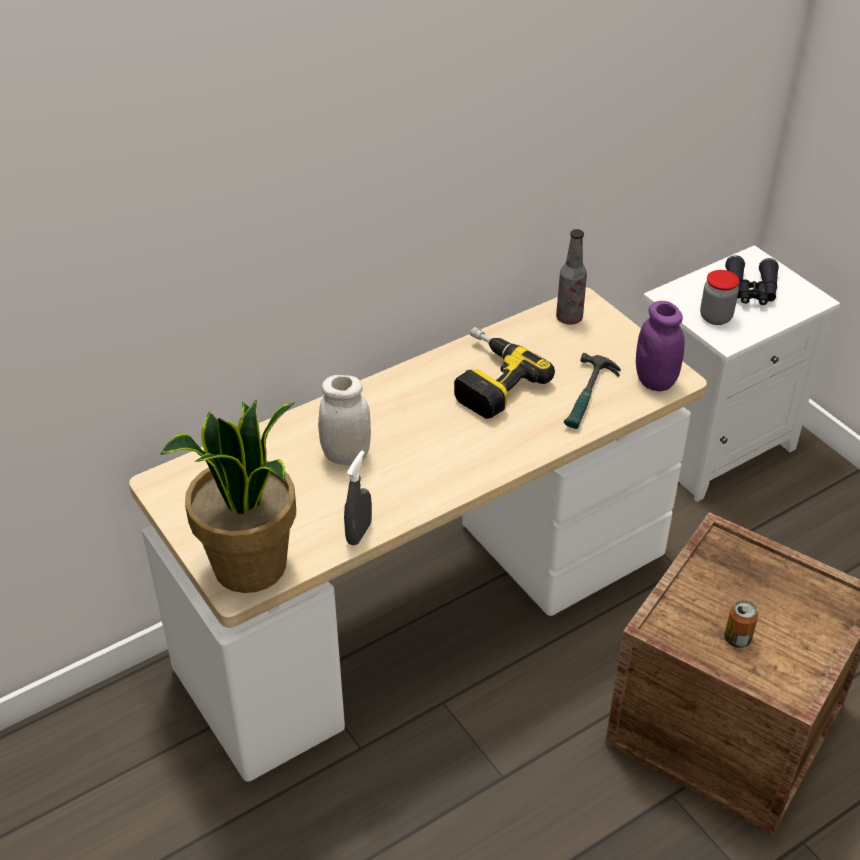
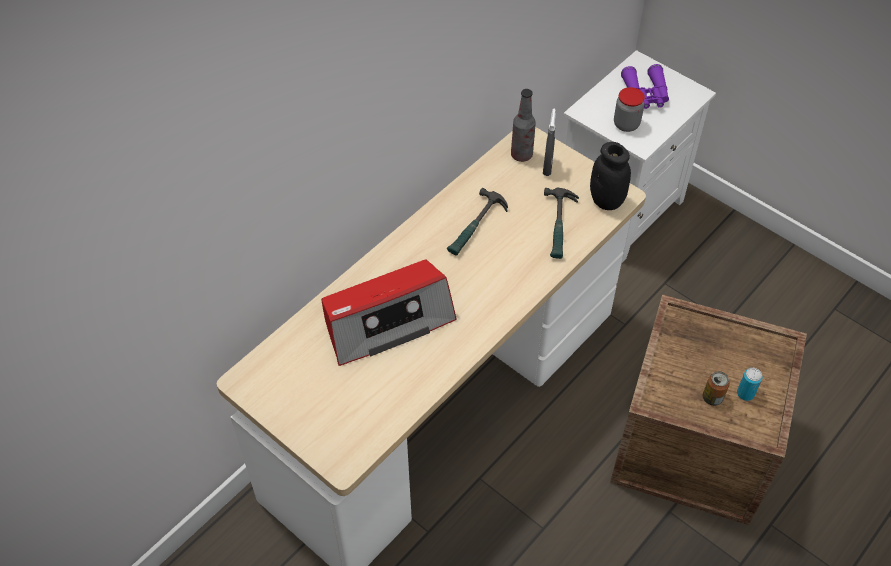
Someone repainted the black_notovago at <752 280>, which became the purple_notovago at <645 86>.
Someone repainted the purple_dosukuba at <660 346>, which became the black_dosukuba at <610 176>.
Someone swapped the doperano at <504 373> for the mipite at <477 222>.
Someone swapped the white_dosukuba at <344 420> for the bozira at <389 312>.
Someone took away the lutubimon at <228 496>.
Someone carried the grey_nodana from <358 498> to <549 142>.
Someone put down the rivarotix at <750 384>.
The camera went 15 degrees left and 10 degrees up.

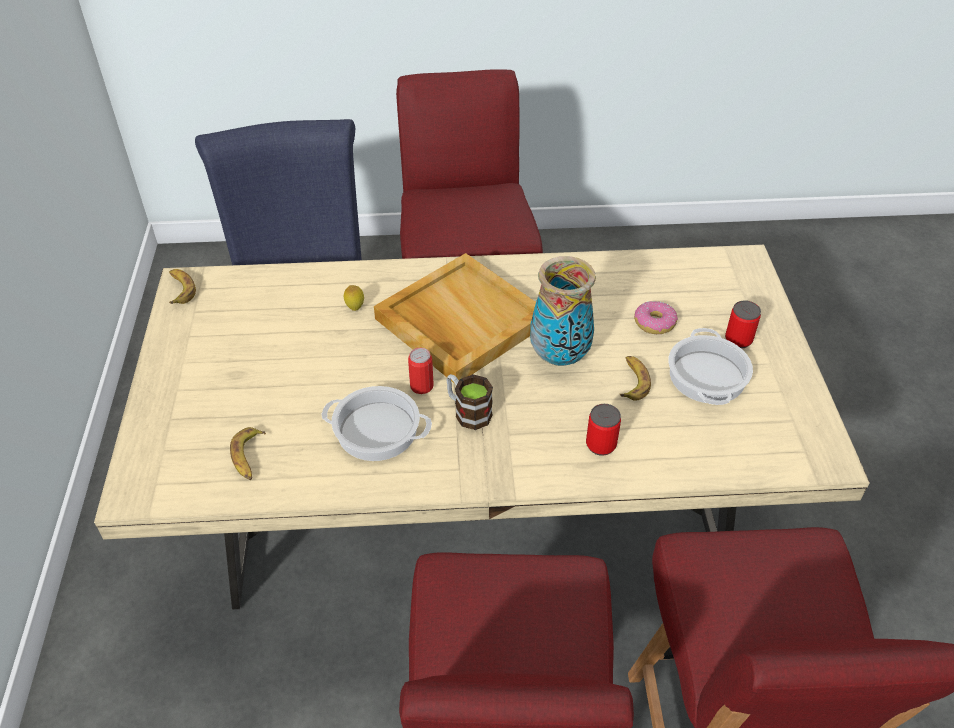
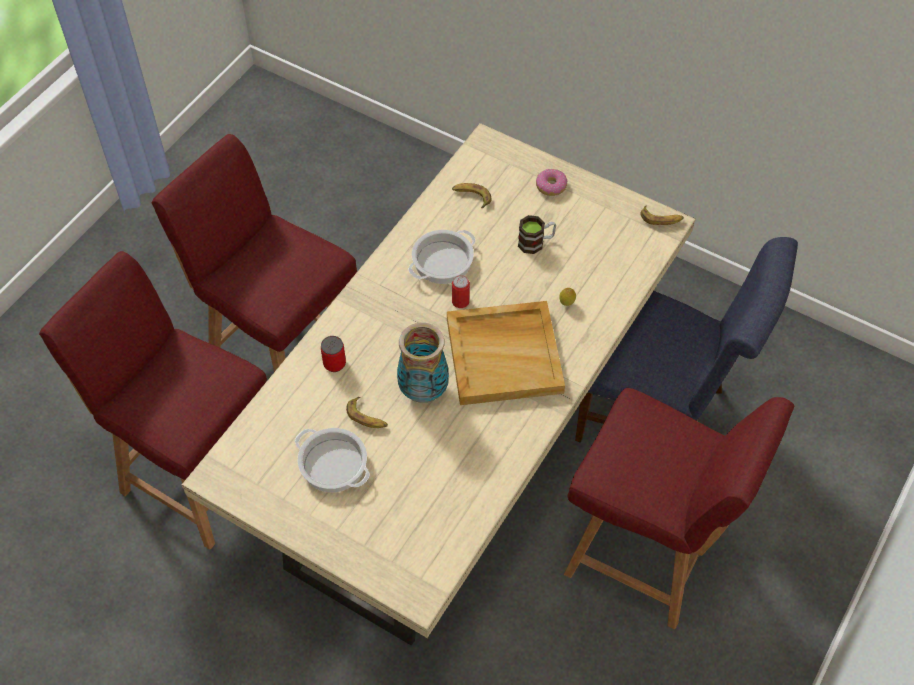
Someone took away the rivarotix at <743 324>.
Someone carried the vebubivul from <656 317> to <551 182>.
Someone carried the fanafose from <469 402> to <537 234>.
The camera went 125 degrees right and 10 degrees up.

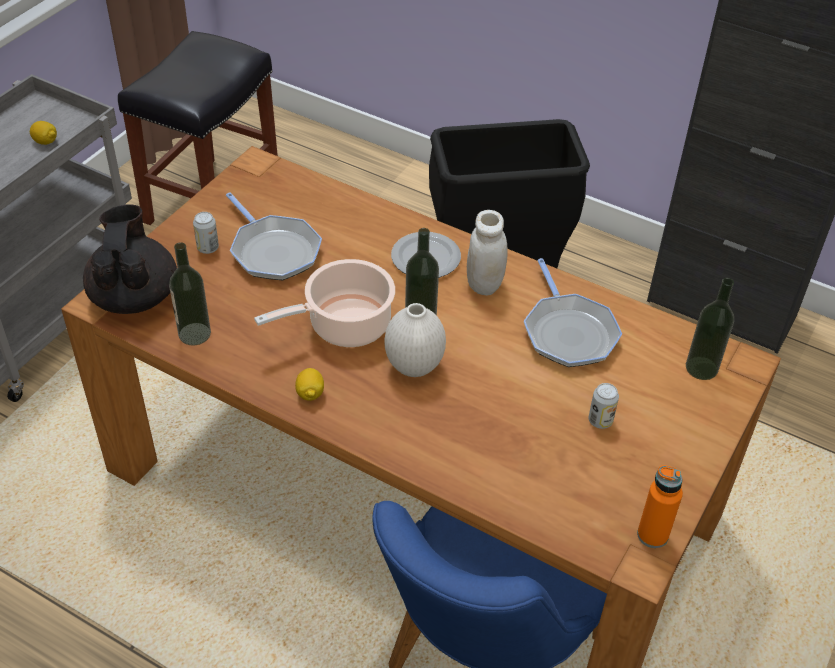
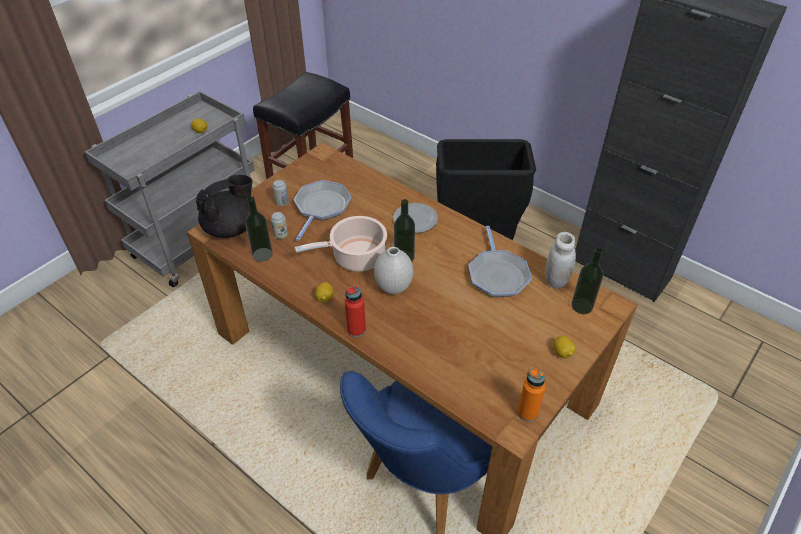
Someone rotated the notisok at <274 236> by 135 degrees counterclockwise.
Someone rotated the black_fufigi at <130 259> by 45 degrees clockwise.
Someone carried the white_dosukuba from <487 253> to <560 260>.
Someone carried the rivarotix from <604 406> to <279 225>.
Someone put down the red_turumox at <355 311>.
Someone put down the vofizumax at <564 347>.
The camera went 10 degrees right and 0 degrees up.

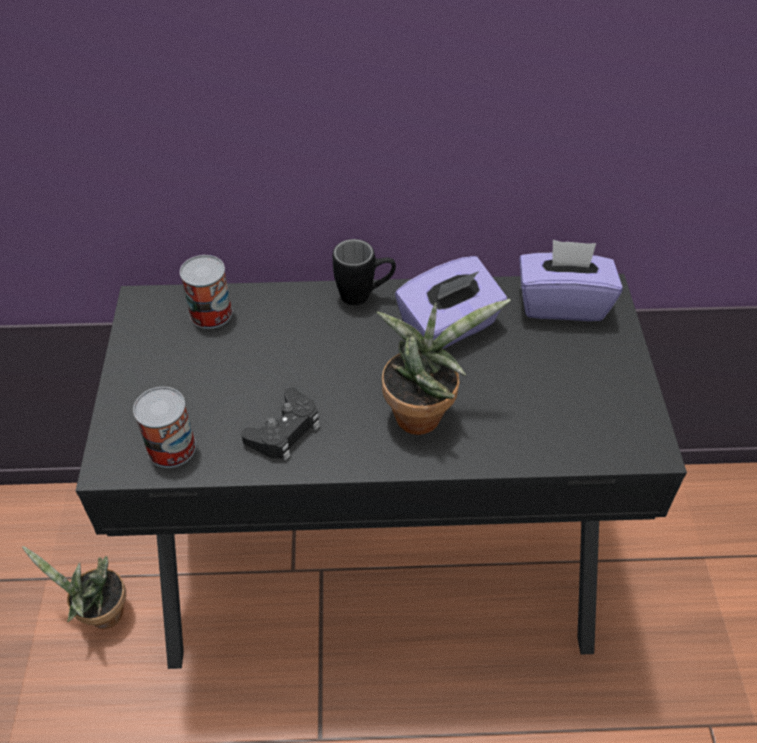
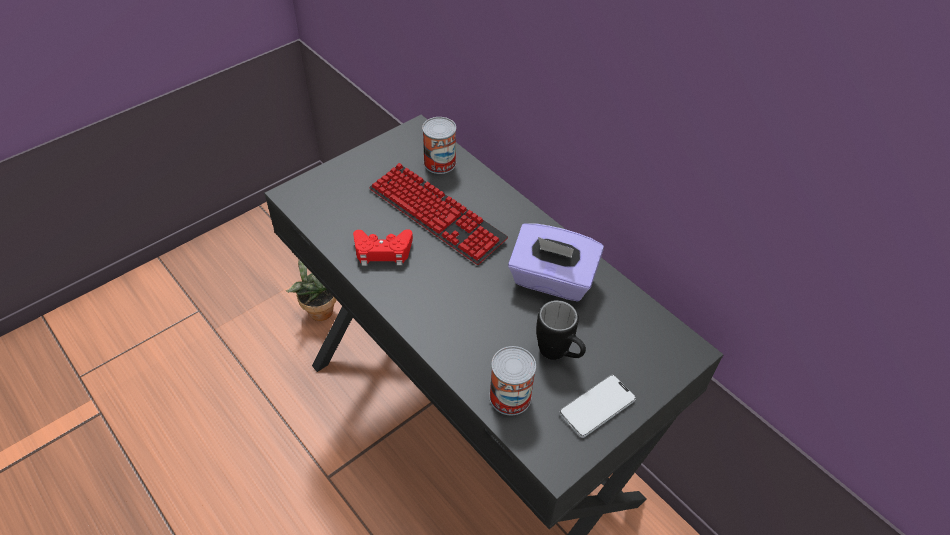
Someone carried the black_fanafose from <364 272> to <561 330>.
Someone took away the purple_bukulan at <571 280>.
Someone took away the lutubimon at <443 367>.
Someone carried the rivarotix from <164 427> to <512 380>.
Someone repainted the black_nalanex at <280 424>, which became the red_nalanex at <383 247>.
Someone put down the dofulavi at <438 214>.
Someone put down the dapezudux at <597 406>.
The camera went 50 degrees right and 0 degrees up.

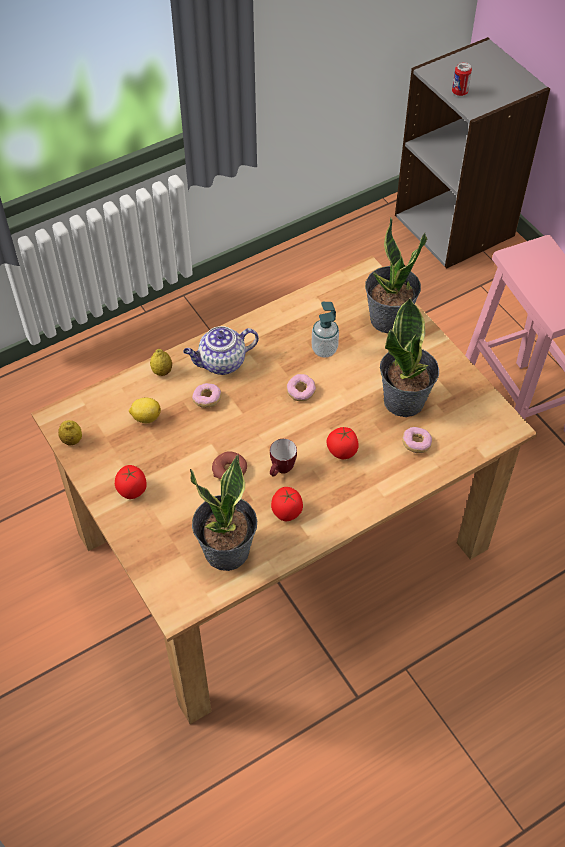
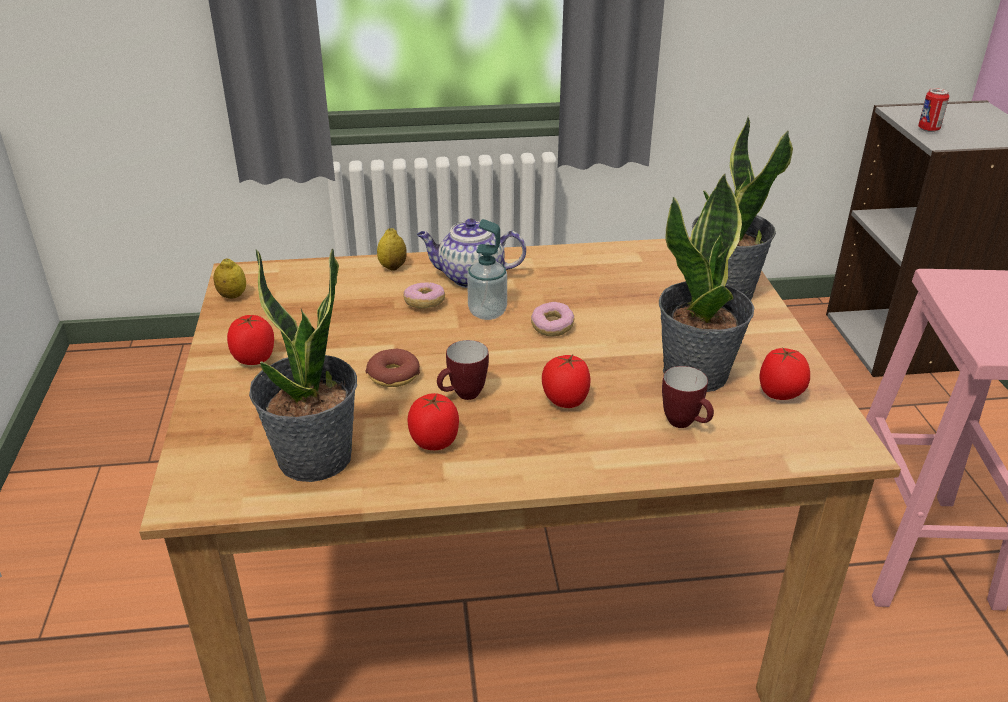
Someone carried the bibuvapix from <325 330> to <487 269>.
Someone took away the vofizumax at <145 410>.
Someone swapped the vebubivul at <417 440> for the fanafose at <688 397>.
Someone put down the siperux at <784 373>.
The camera went 25 degrees right and 20 degrees down.

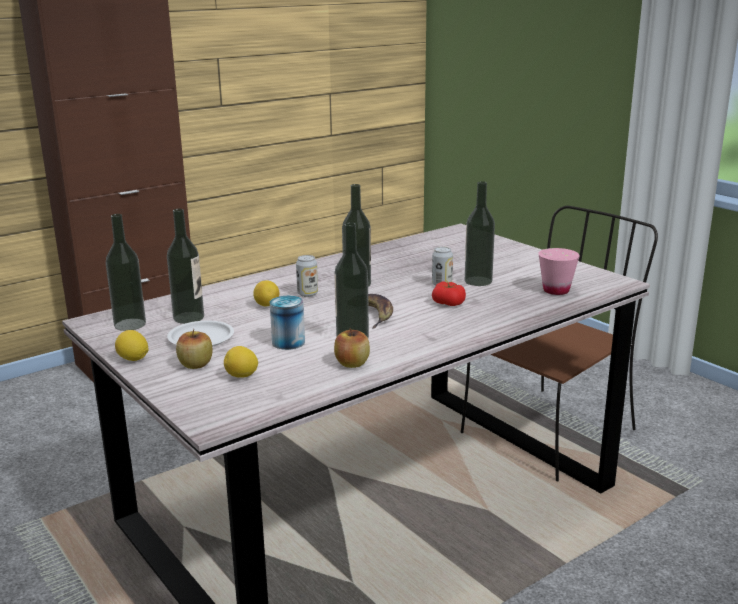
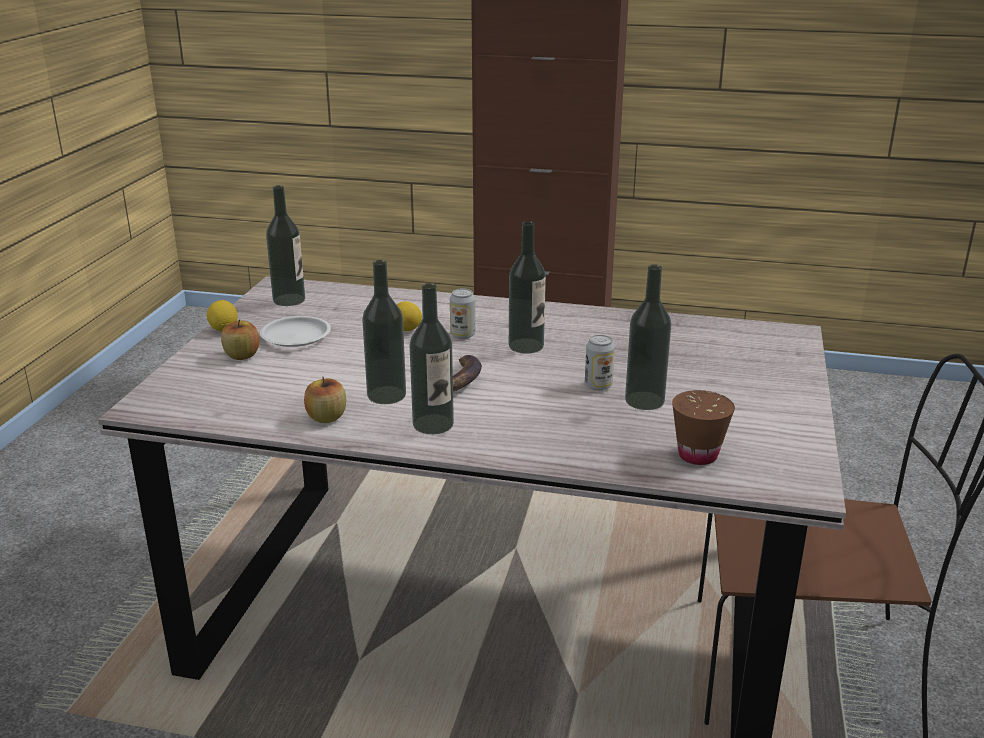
Someone carried the turumox from <185 266> to <432 358>.
Someone repainted the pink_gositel at <559 271>, which became the brown_gositel at <703 427>.
Someone took away the siperux at <449 293>.
Someone took away the rivarotix at <287 323>.
Someone took away the vofizumax at <241 362>.
The camera went 50 degrees right and 5 degrees up.

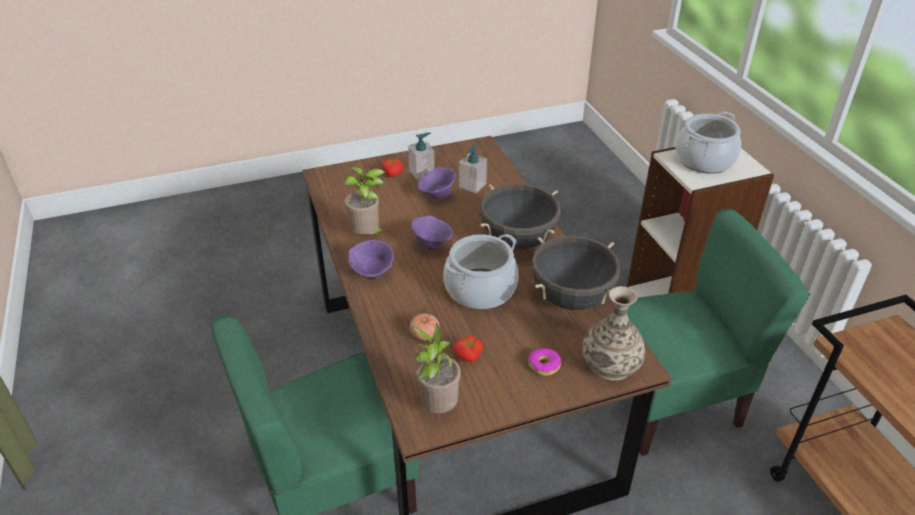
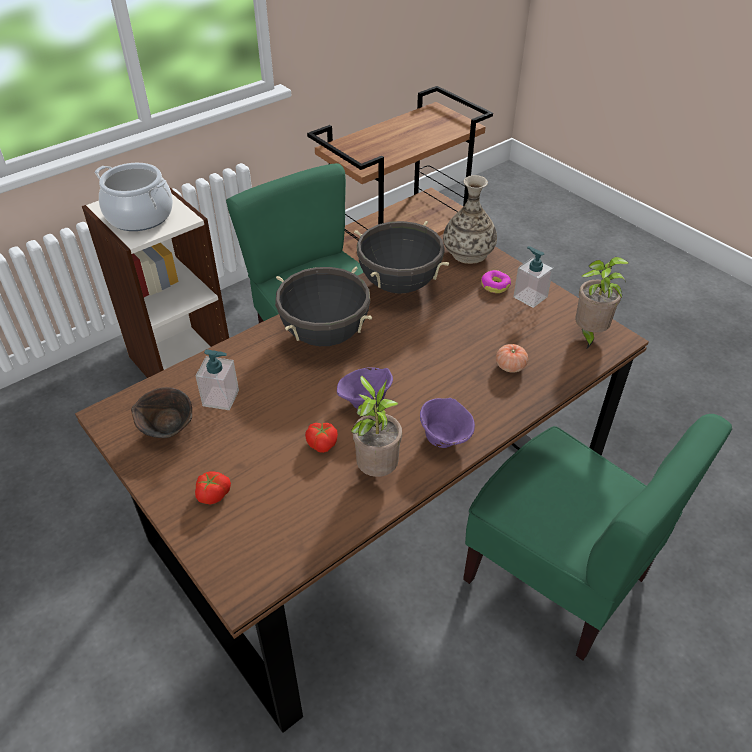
Someone carried the bibuvapix from <421 156> to <533 277>.
Someone took away the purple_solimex at <437 183>.
Someone took away the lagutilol at <481 272>.
Someone carried the siperux from <468 349> to <321 438>.
Someone put down the brown_solimex at <161 412>.
The camera went 110 degrees left and 5 degrees up.

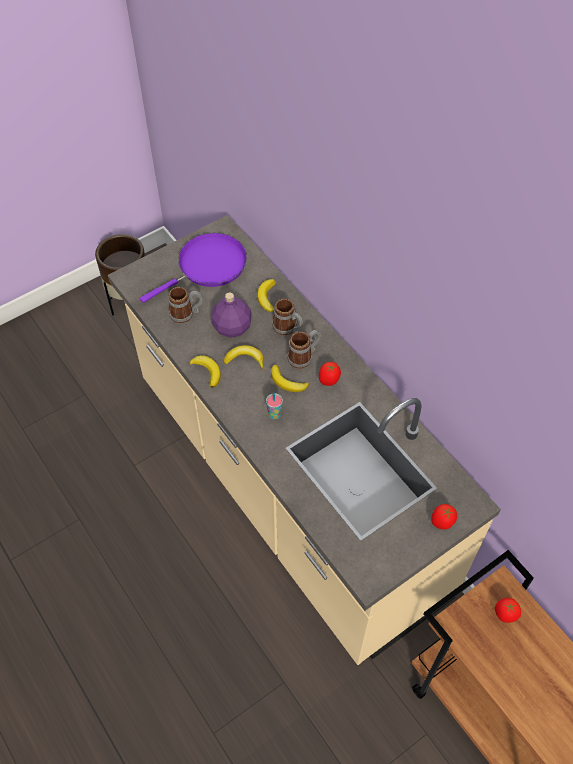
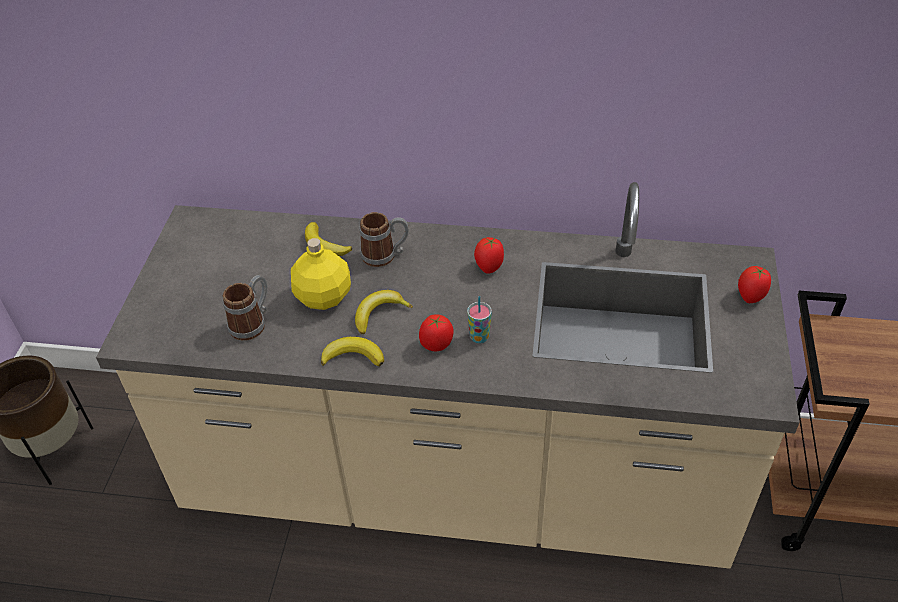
Someone took away the purple_notisok at <193 268>.
Someone repainted the purple_turumox at <231 315>, which became the yellow_turumox at <321 274>.
Someone took away the fanafose at <303 349>.
Someone took away the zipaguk at <290 378>.
Someone carried the siperux from <508 610> to <436 332>.
The camera went 45 degrees left and 10 degrees down.

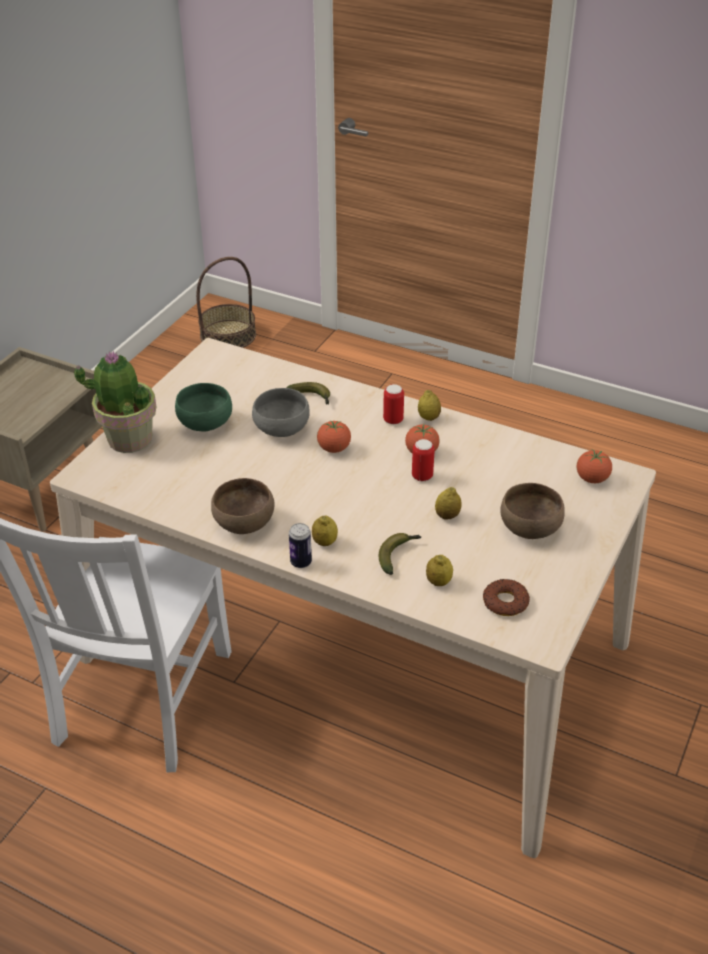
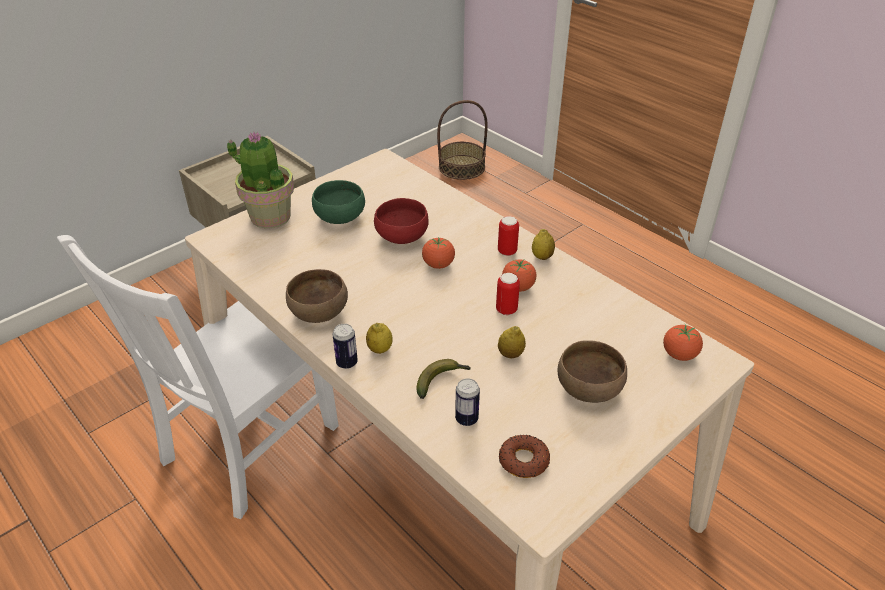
Someone took away the zipaguk at <308 393>.
Someone repainted the grey_solimex at <281 412>, which became the red_solimex at <401 221>.
Someone swapped the vofizumax at <439 570> for the rivarotix at <467 402>.
The camera went 20 degrees right and 0 degrees up.

